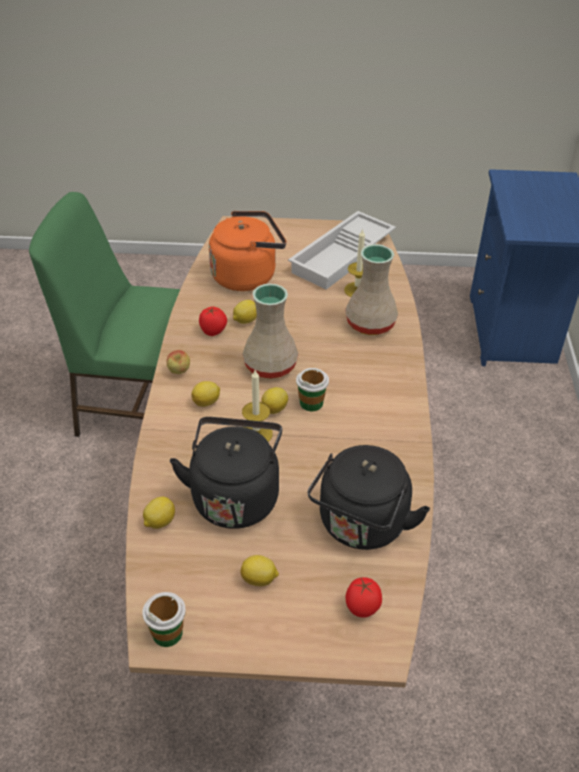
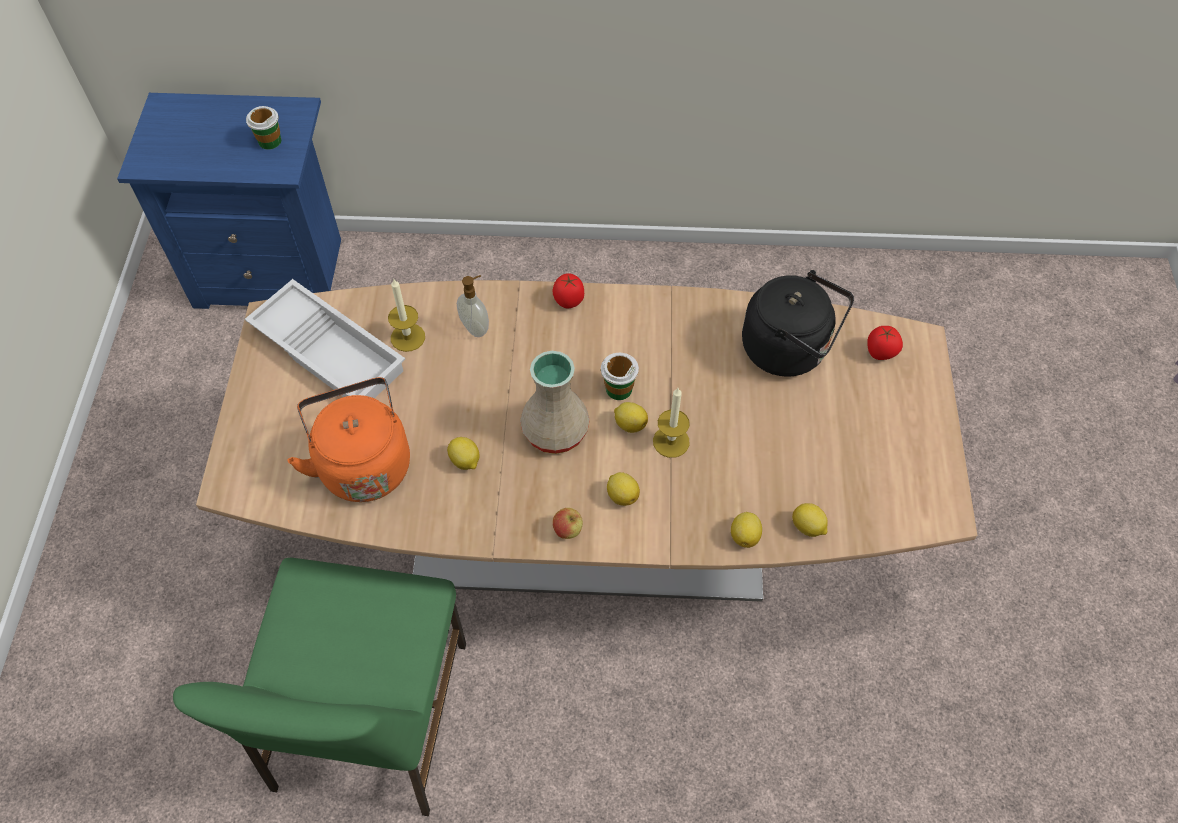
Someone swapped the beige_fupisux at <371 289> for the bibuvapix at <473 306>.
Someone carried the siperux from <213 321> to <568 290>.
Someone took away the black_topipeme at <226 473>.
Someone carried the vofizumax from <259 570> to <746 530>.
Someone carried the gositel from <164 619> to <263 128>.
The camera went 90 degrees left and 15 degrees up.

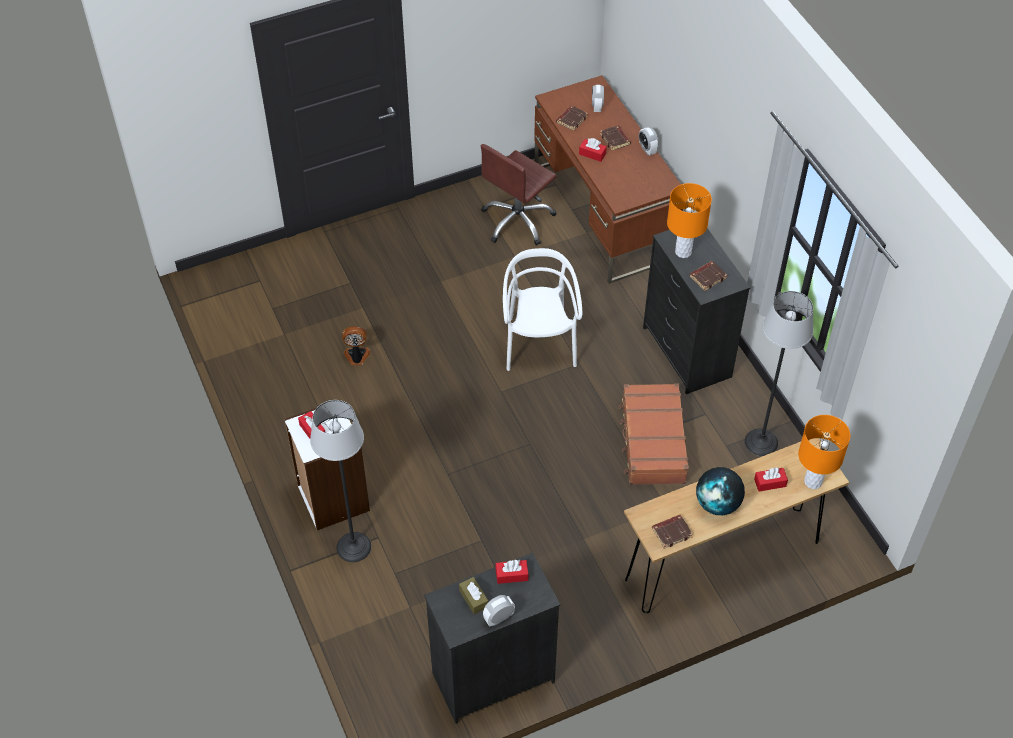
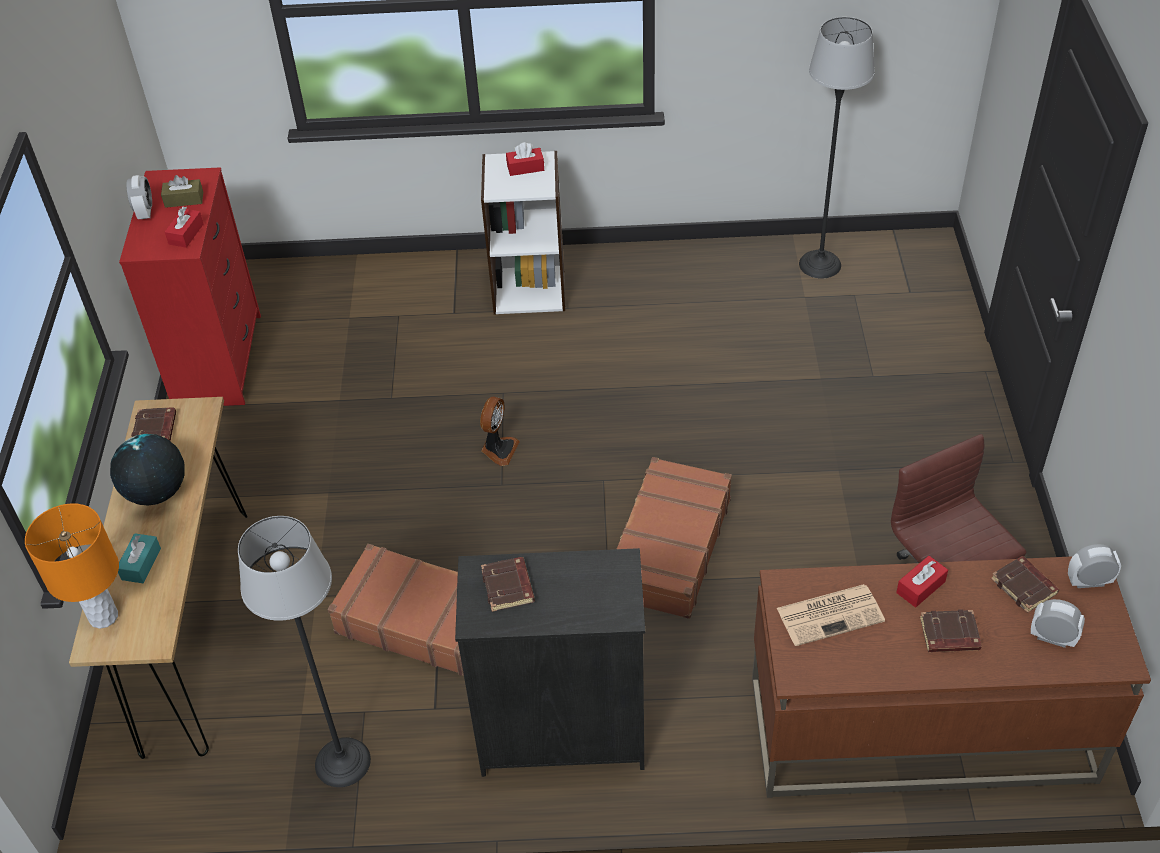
Someone carried the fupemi from <648 141> to <1094 566>.
Someone took away the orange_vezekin at <689 220>.
Someone swapped the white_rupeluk at <542 309> for the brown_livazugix at <674 538>.
Someone carried the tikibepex from <356 346> to <500 431>.
Someone carried the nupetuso from <340 481> to <837 148>.
Someone repainted the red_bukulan at <771 479>, which became the turquoise_bukulan at <139 558>.
Someone repainted the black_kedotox at <492 638>, which became the red_kedotox at <190 286>.
Someone put down the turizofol at <831 615>.
The camera went 115 degrees right and 5 degrees down.

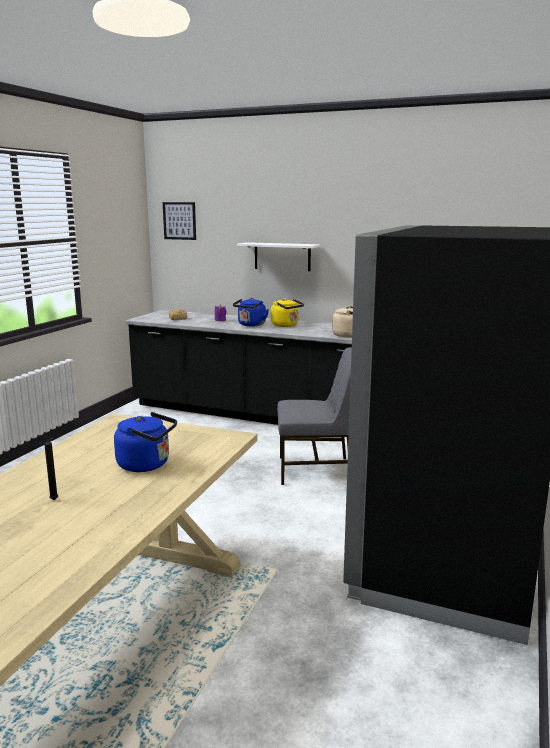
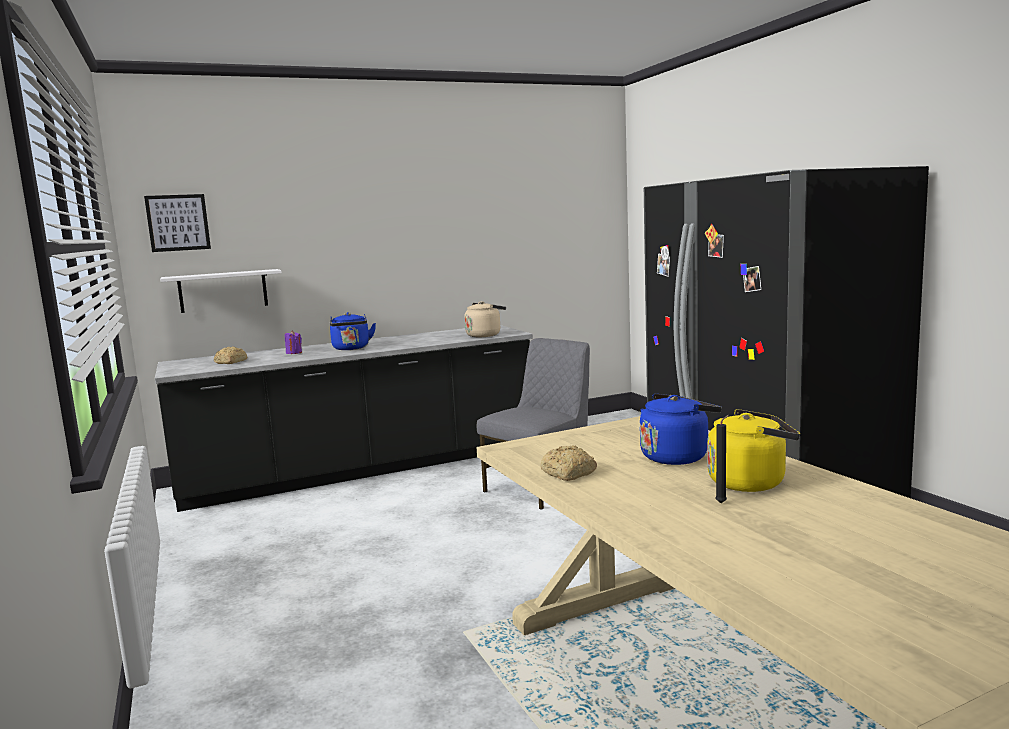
Someone carried the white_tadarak from <278 256> to <221 291>.
Someone carried the yellow_topipeme from <287 312> to <753 450>.
Someone put down the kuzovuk at <568 463>.
The camera went 45 degrees left and 5 degrees down.

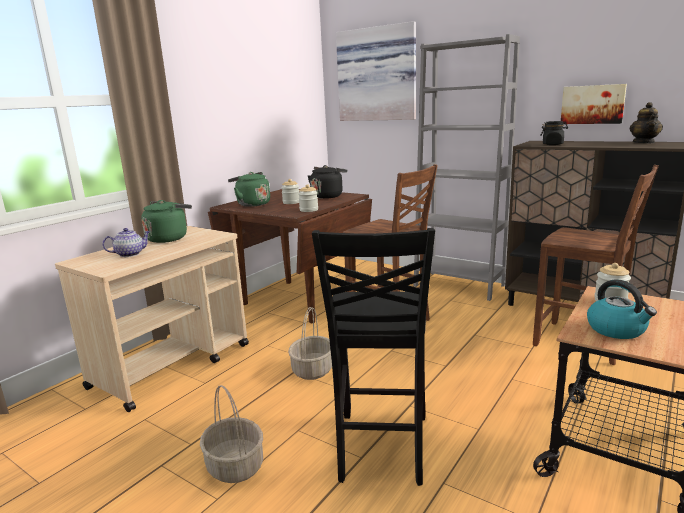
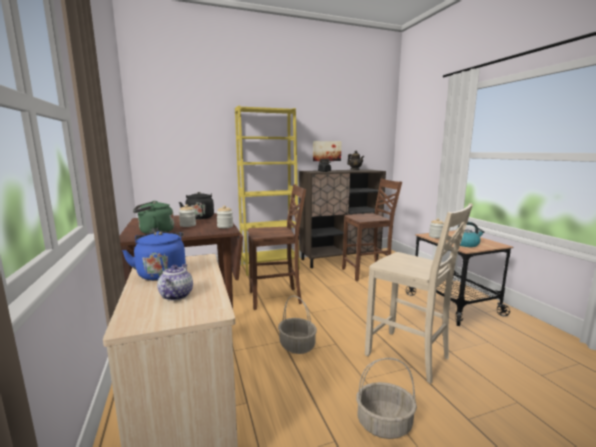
Someone took away the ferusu at <376 71>.
Someone repainted the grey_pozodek at <467 167>, which became the yellow_pozodek at <267 191>.
Someone repainted the green_topipeme at <166 221>, which became the blue_topipeme at <154 256>.
Someone repainted the black_rupeluk at <373 357>, which became the beige_rupeluk at <419 293>.
The camera went 55 degrees left and 5 degrees down.

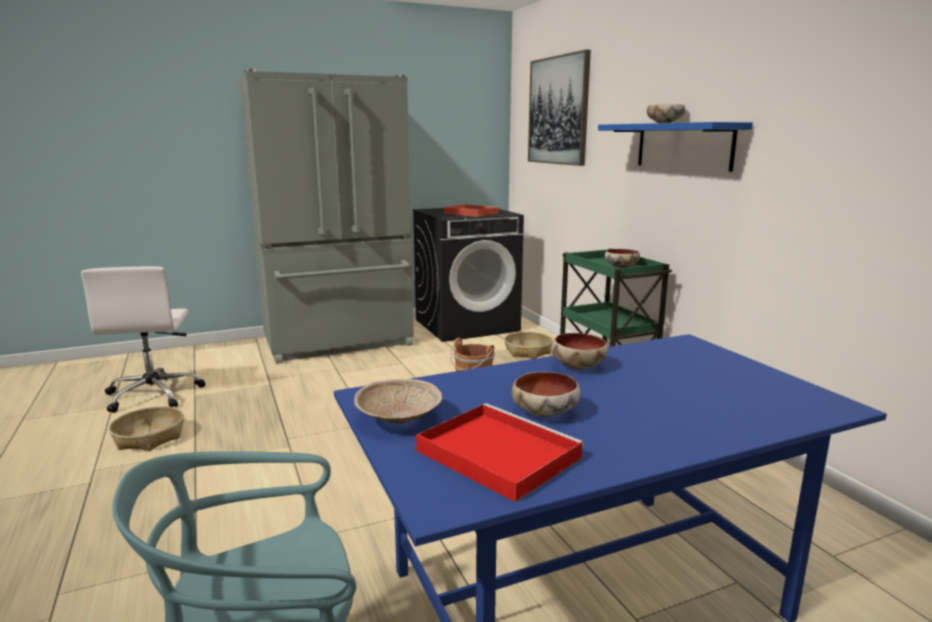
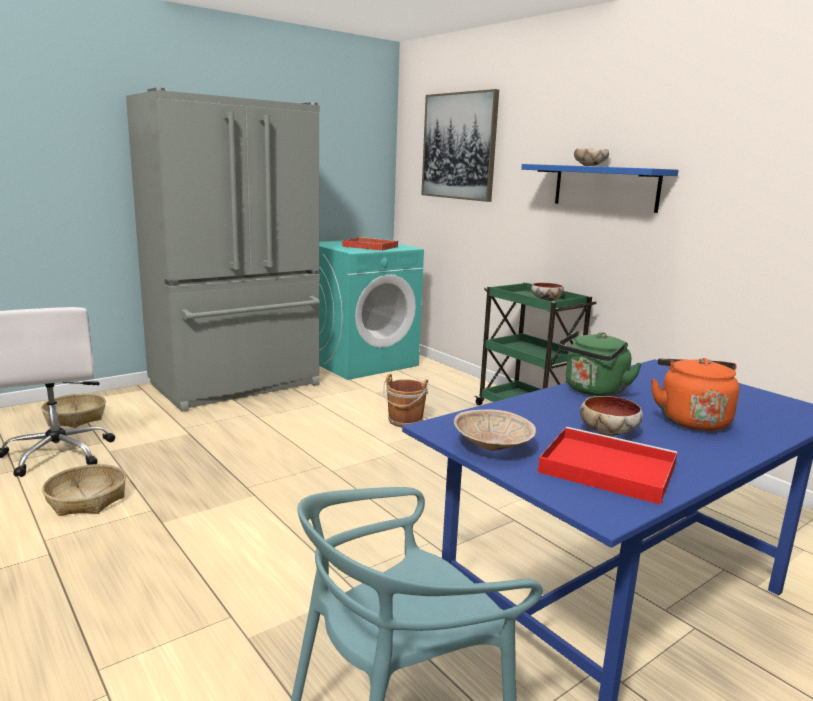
Someone repainted the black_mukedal at <468 275>, which became the turquoise_mukedal at <371 310>.
Someone carried the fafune from <528 345> to <73 410>.
Someone swapped the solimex at <579 351> for the green_topipeme at <600 363>.
Someone put down the orange_topipeme at <695 394>.
The camera went 15 degrees left and 0 degrees up.

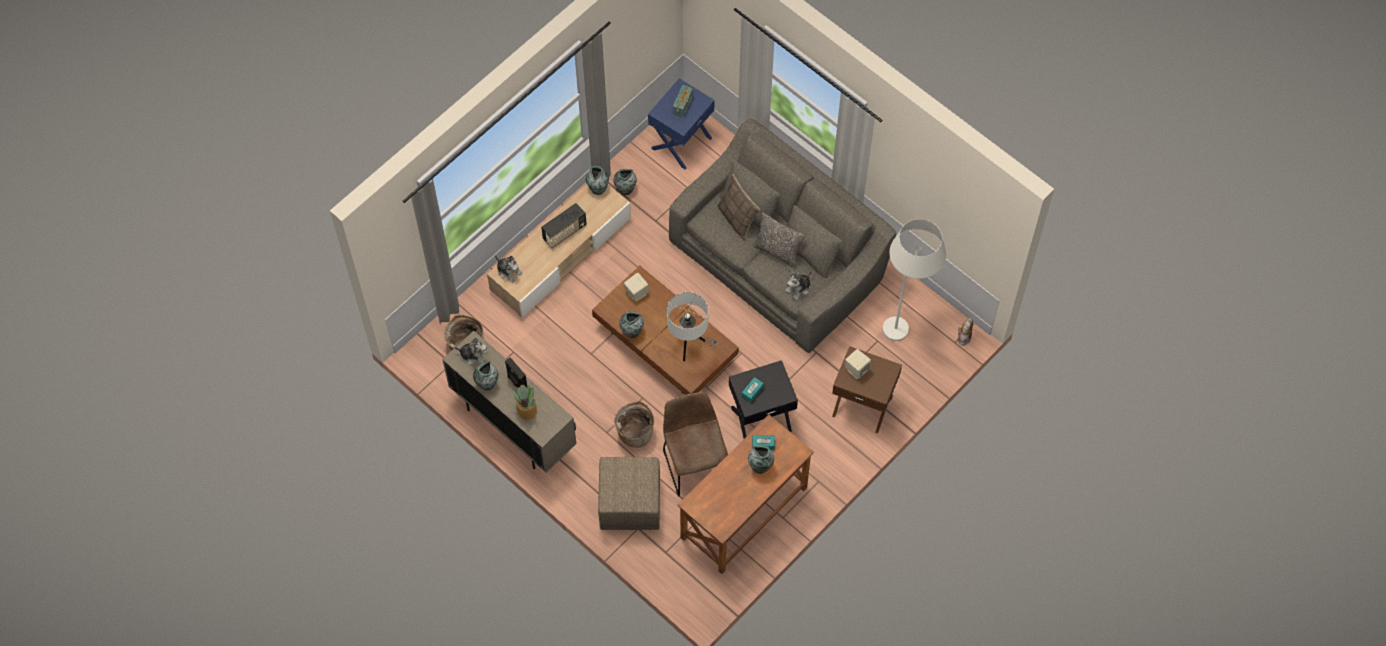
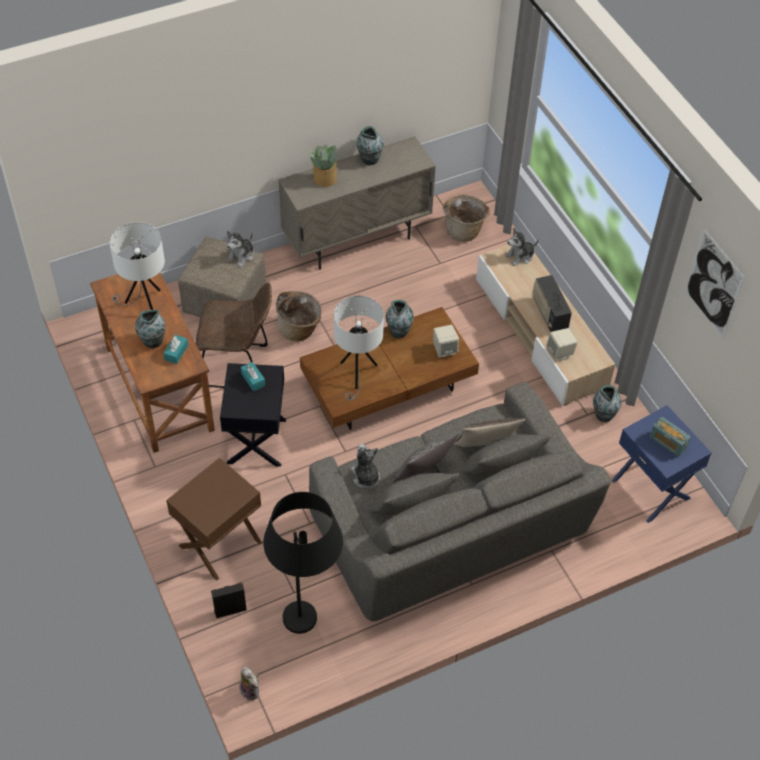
Someone took away the fupisux at <597 180>.
Someone repainted the white_nupetuso at <914 280>, which became the black_nupetuso at <303 563>.
Someone carried the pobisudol from <471 351> to <240 249>.
Someone carried the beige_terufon from <858 364> to <562 345>.
Someone carried the black_terufon from <516 372> to <229 600>.
Someone put down the white_vezekin at <137 266>.
Someone put up the ferusu at <715 283>.
The camera went 110 degrees right and 10 degrees down.

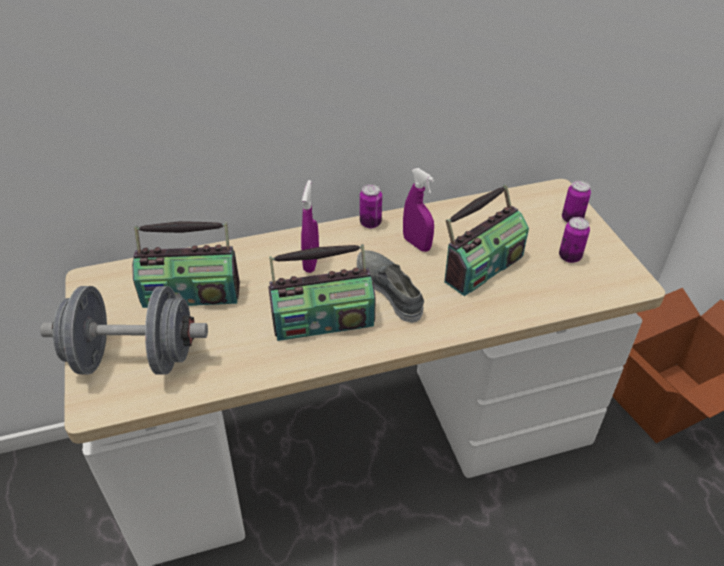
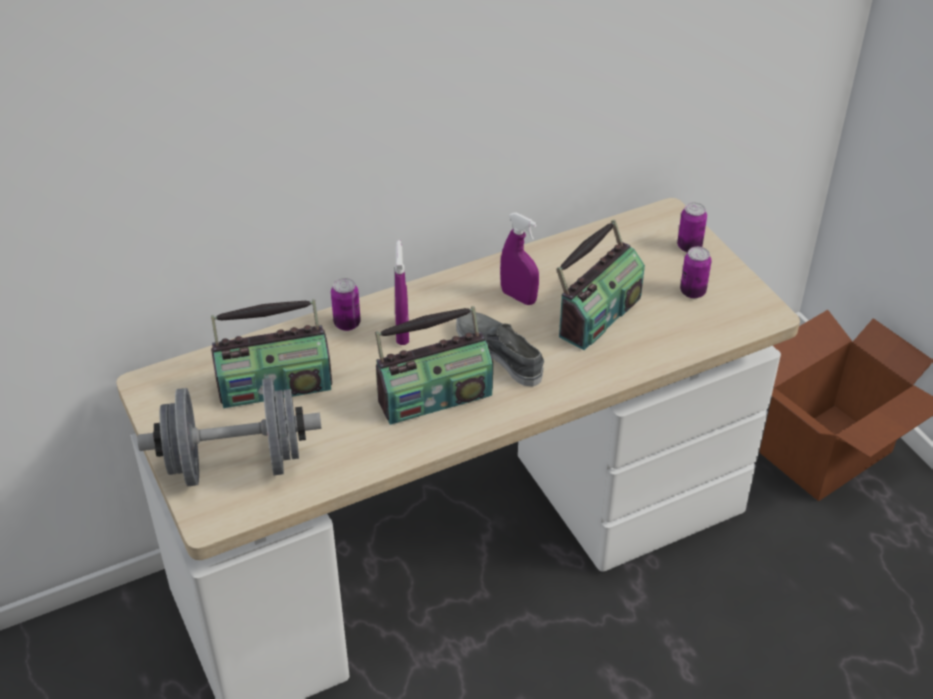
Someone carried the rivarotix from <371 206> to <346 304>.
The camera went 10 degrees left and 0 degrees up.

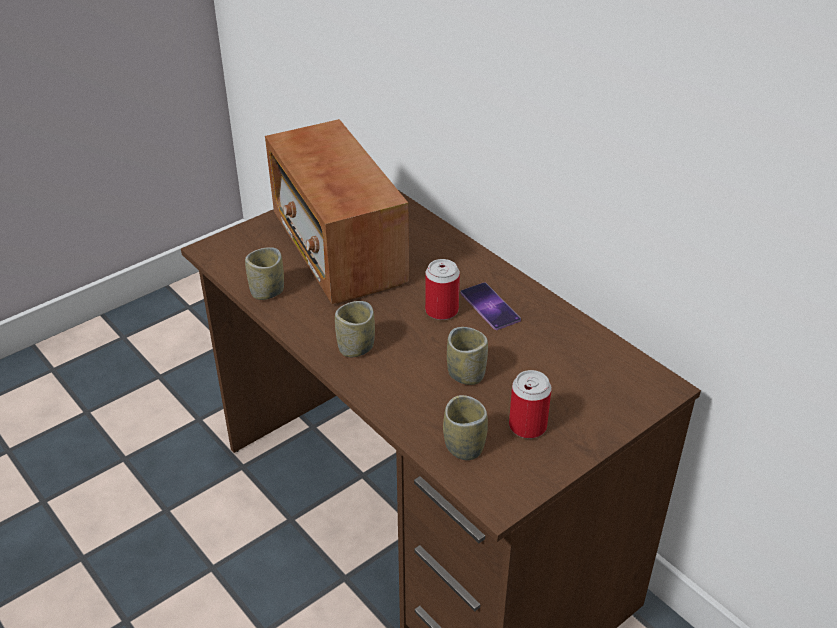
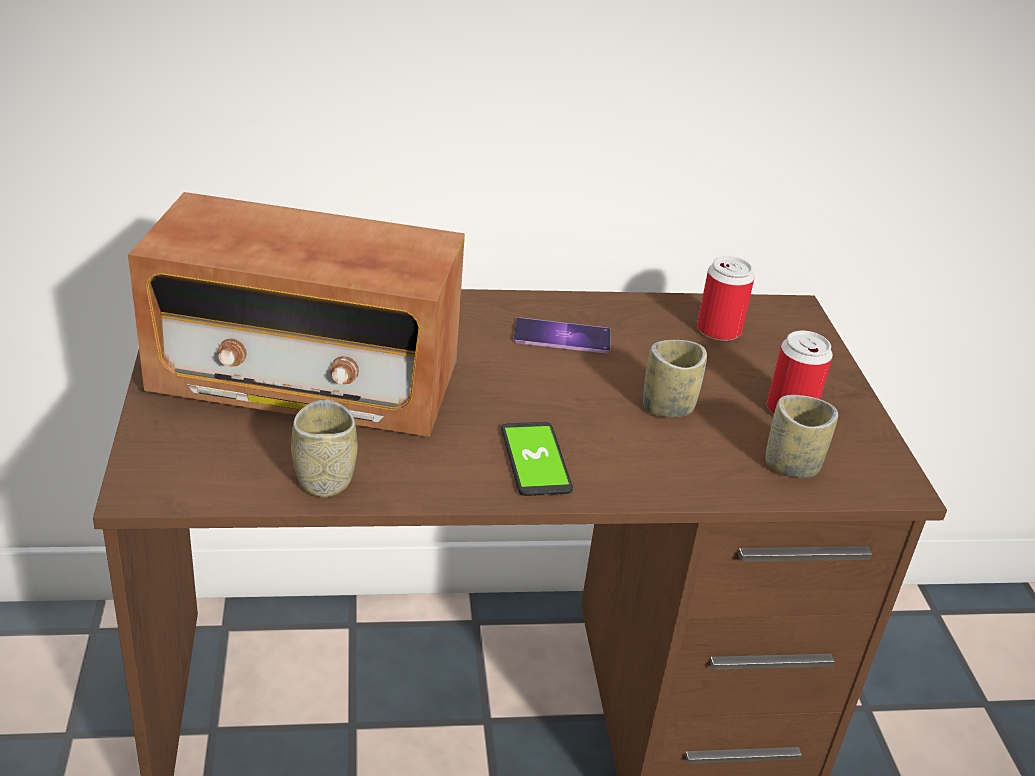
Someone carried the rivarotix from <442 289> to <726 298>.
Someone swapped the gositel at <355 329> for the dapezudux at <537 459>.
The camera went 60 degrees left and 5 degrees down.

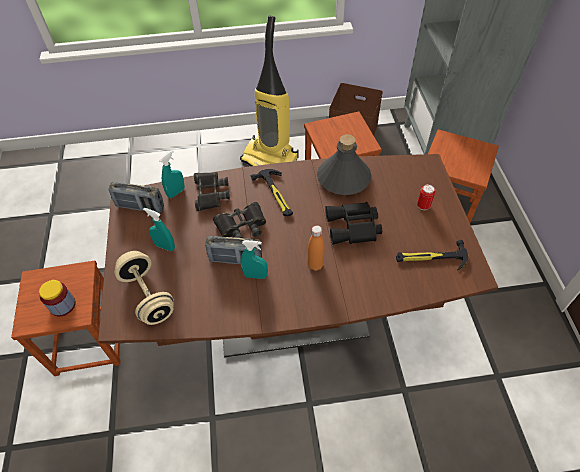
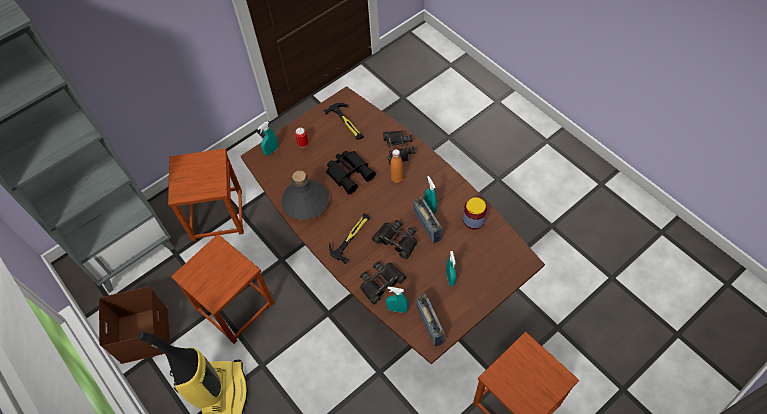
Someone took away the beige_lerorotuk at <144 288>.
Someone carried the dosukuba from <57 298> to <475 213>.
Someone put down the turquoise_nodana at <268 138>.
Someone put down the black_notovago at <399 147>.
The camera went 120 degrees left and 5 degrees up.

